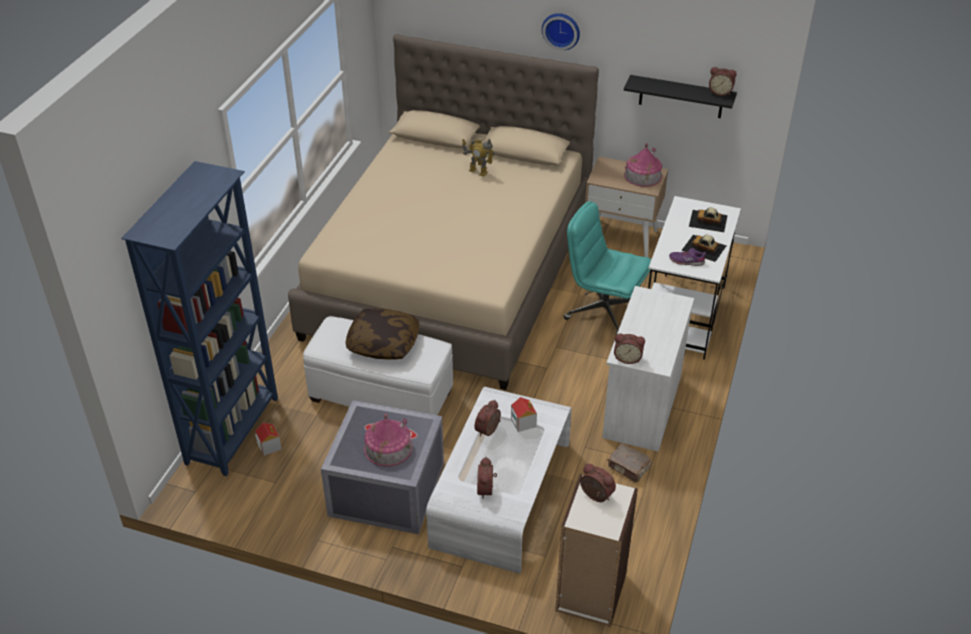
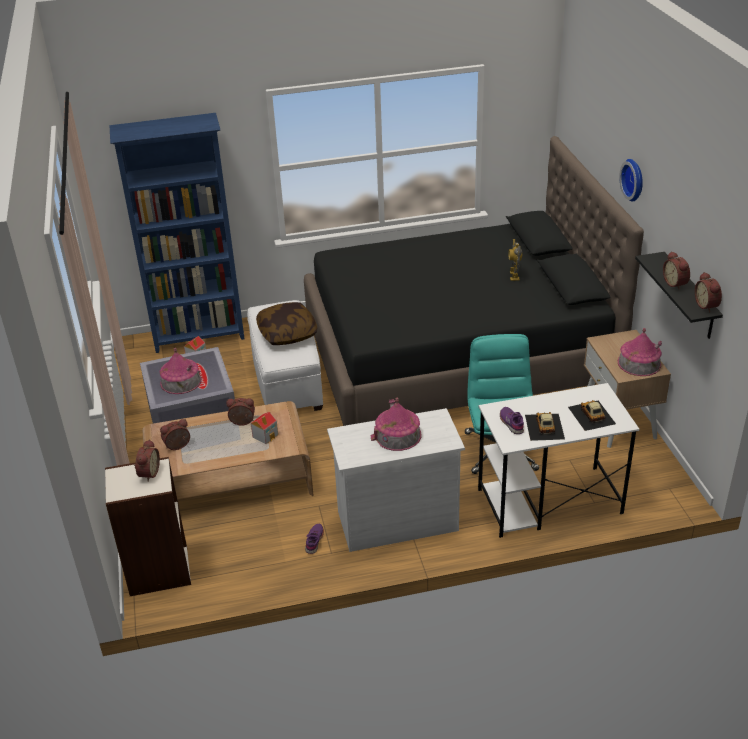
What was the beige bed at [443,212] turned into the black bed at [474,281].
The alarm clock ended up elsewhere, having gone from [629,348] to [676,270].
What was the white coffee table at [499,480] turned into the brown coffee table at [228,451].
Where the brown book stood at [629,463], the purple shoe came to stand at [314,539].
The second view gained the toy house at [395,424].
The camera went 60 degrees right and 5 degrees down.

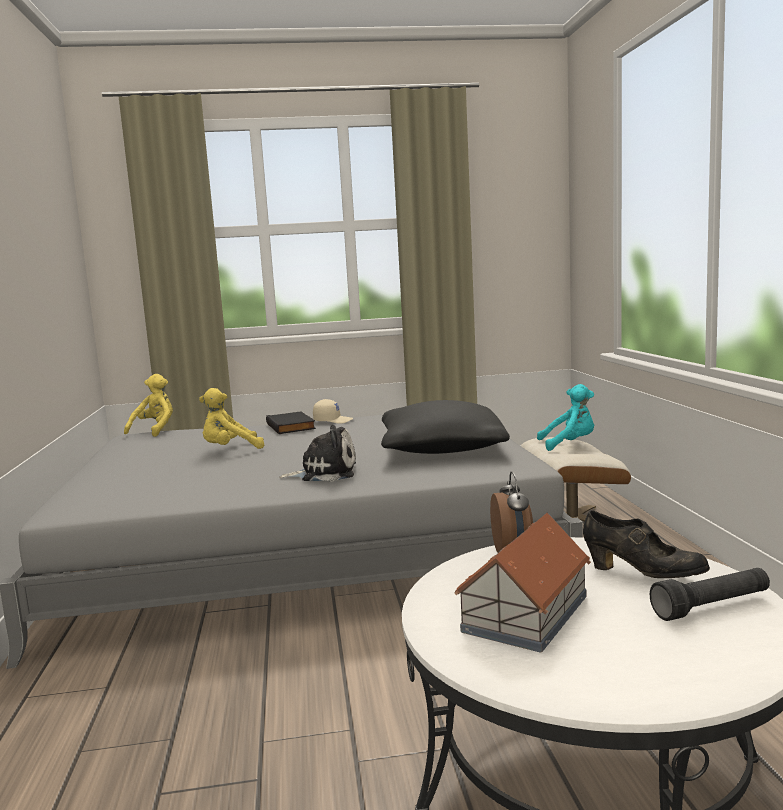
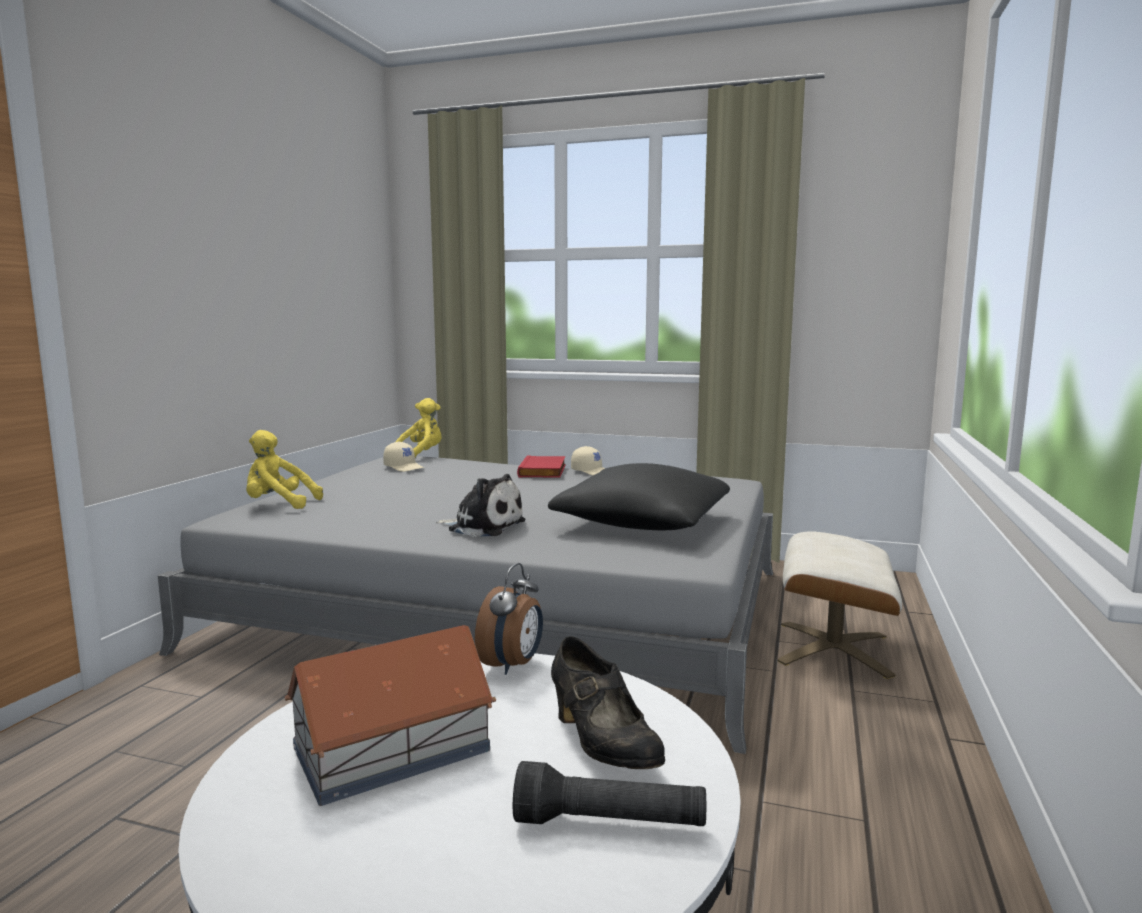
The second view lost the turquoise plush toy at [565,417].
The yellow plush toy ended up elsewhere, having gone from [231,418] to [284,469].
What was the black book at [291,422] turned into the red book at [541,466].
The second view gained the beige cap at [403,456].
The camera went 25 degrees right and 0 degrees up.

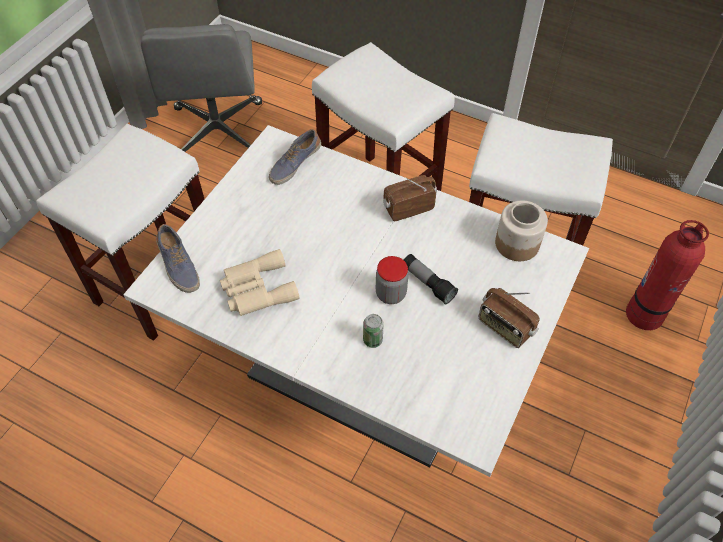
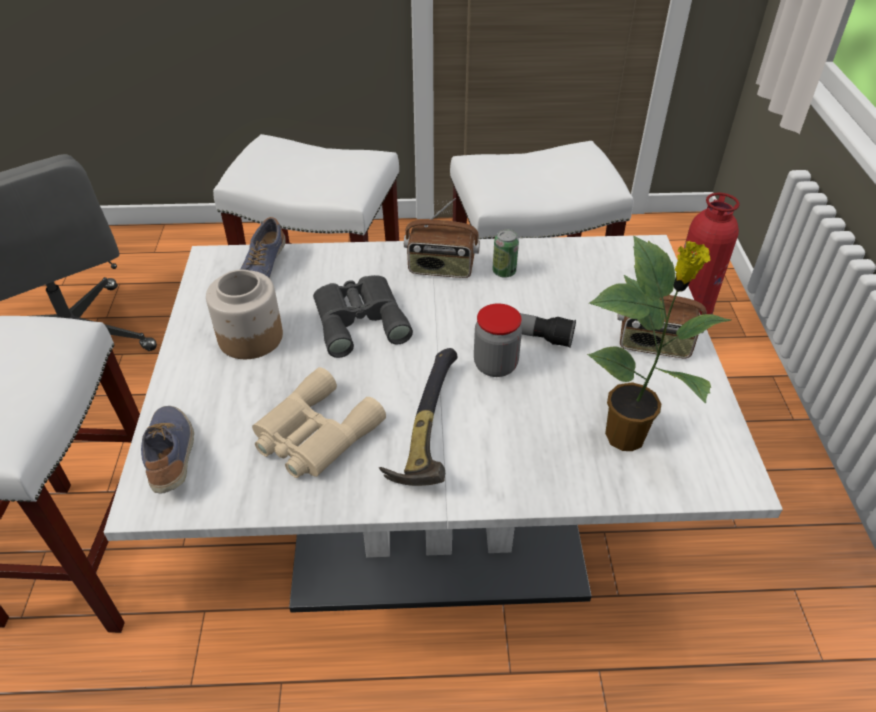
The radio at [410,198] ended up facing another way, 120 degrees counterclockwise from before.
The jar ended up elsewhere, having gone from [521,230] to [244,314].
The shoe at [178,258] ended up facing another way, 135 degrees counterclockwise from before.
The can ended up elsewhere, having gone from [373,331] to [505,253].
The second view gained the potted plant at [659,343].
The second view gained the grey binoculars at [363,316].
The second view gained the hammer at [418,417].
The camera went 30 degrees left and 10 degrees down.

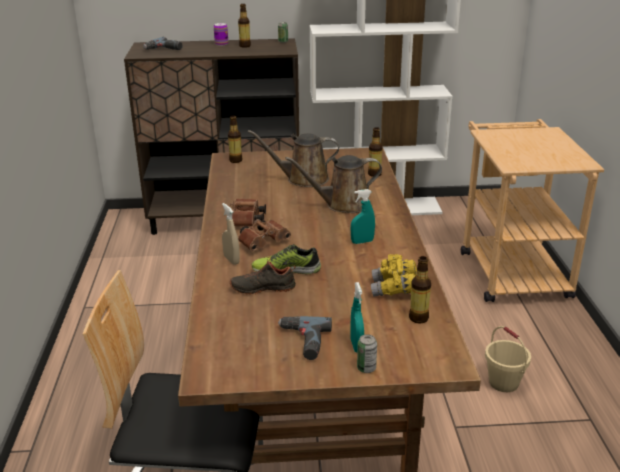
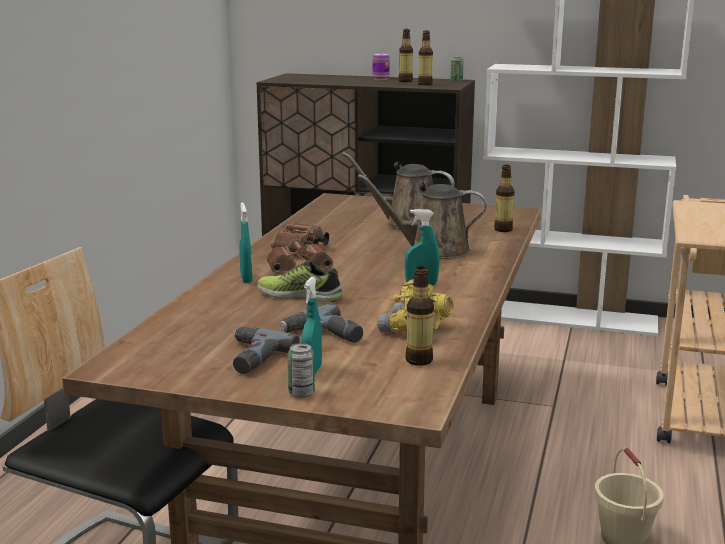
The power drill ended up elsewhere, having gone from [163,43] to [321,323].
The bottle ended up elsewhere, having gone from [235,139] to [425,58].
What was the beige spray bottle at [231,234] turned into the turquoise spray bottle at [246,243].
The second view lost the black shoe at [263,275].
The camera went 20 degrees right and 10 degrees down.

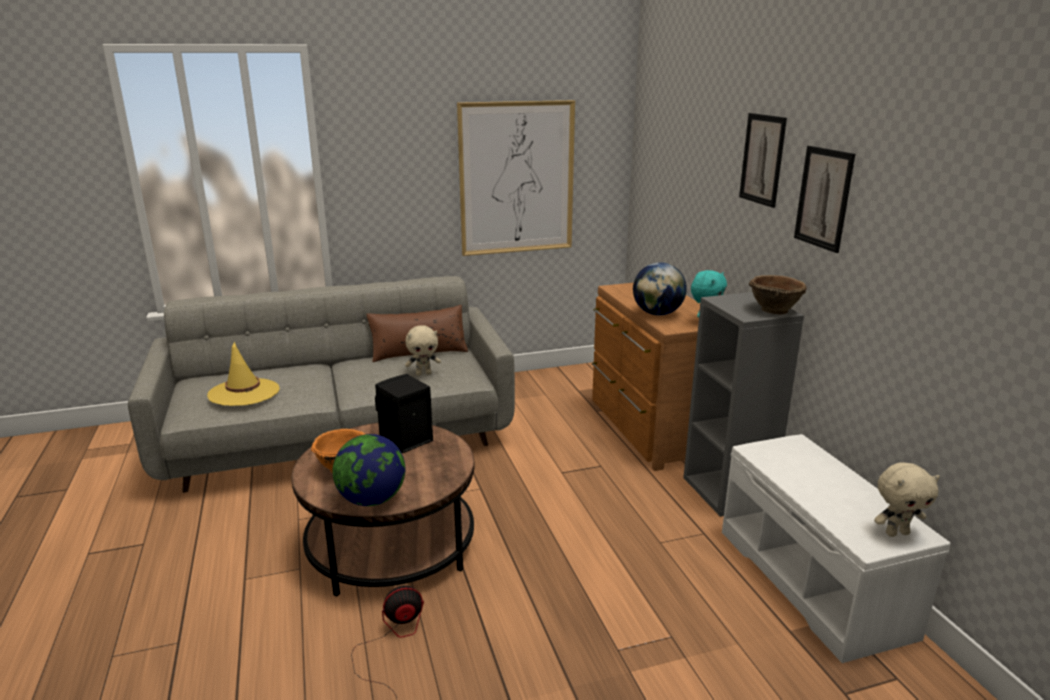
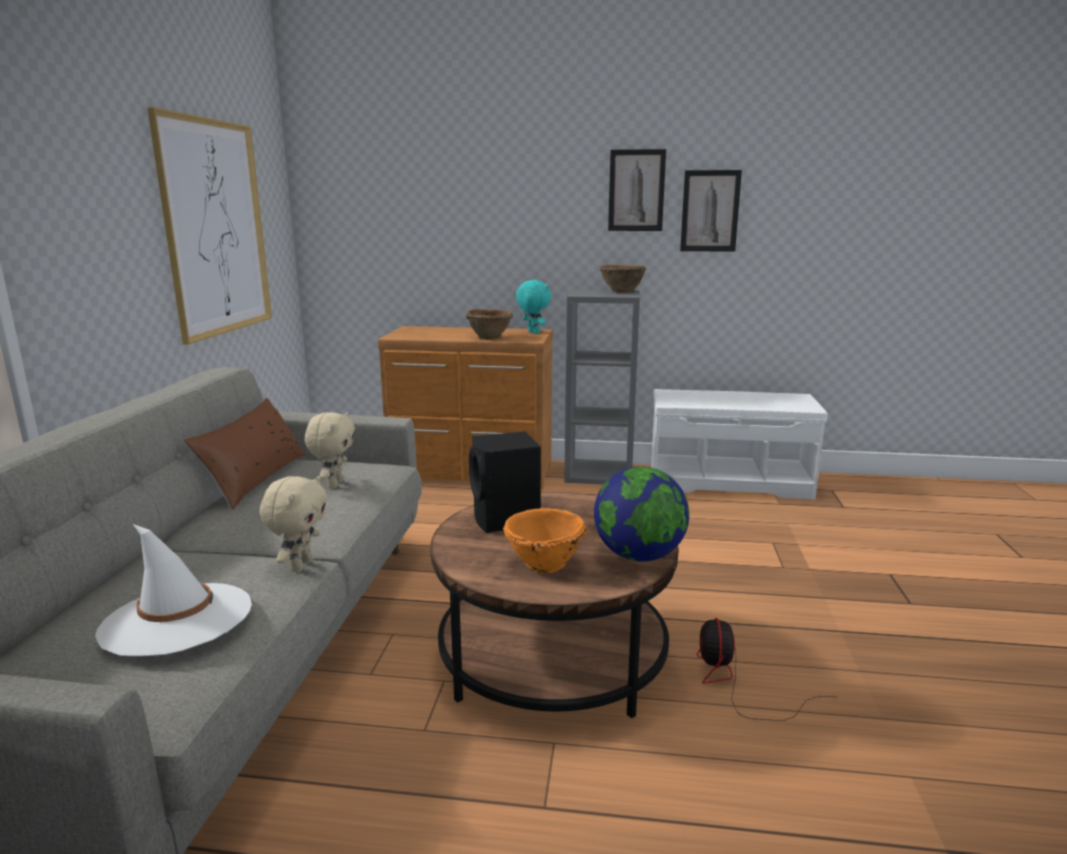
The picture ended up elsewhere, having gone from [763,160] to [711,211].
Where the globe stood at [660,288], the brown bowl came to stand at [489,324].
What was the yellow hat at [243,373] turned into the white hat at [173,590].
The beige plush toy ended up elsewhere, having gone from [907,499] to [293,524].
The camera went 65 degrees left and 5 degrees down.

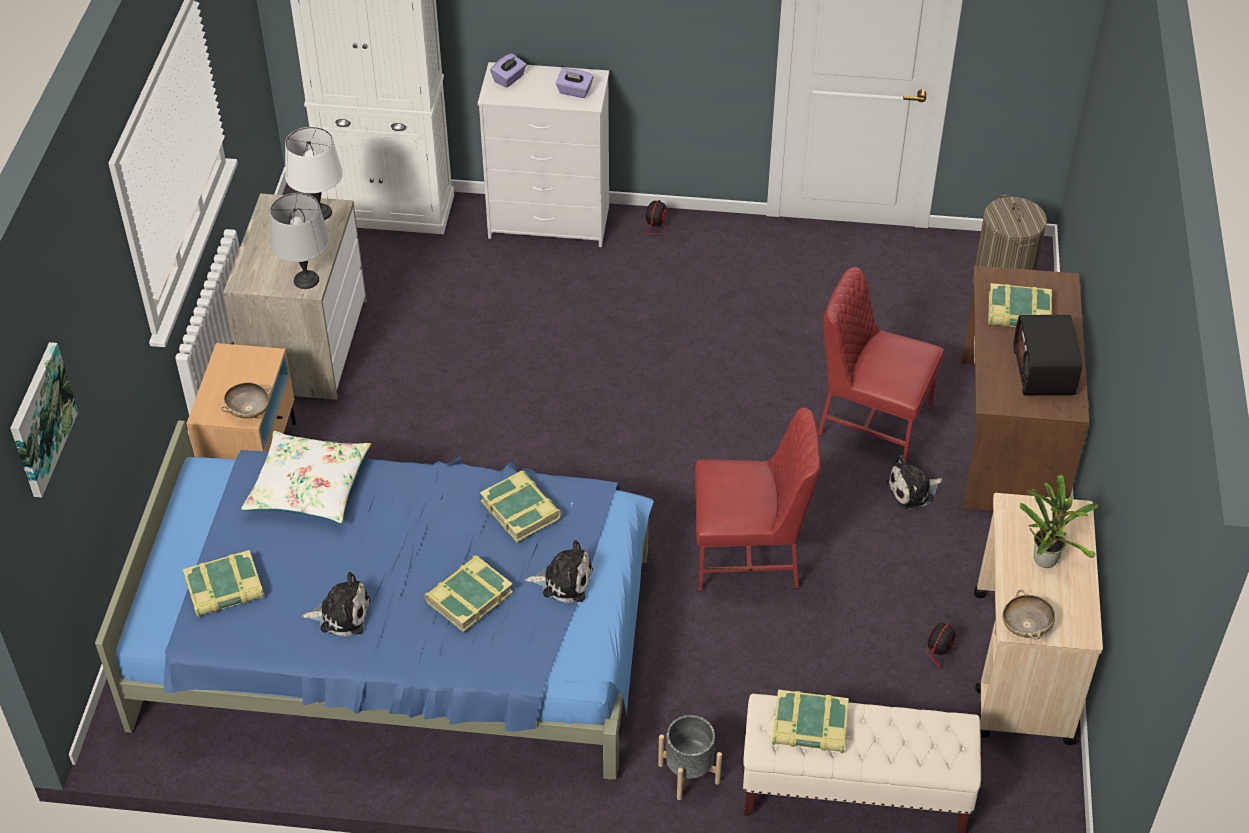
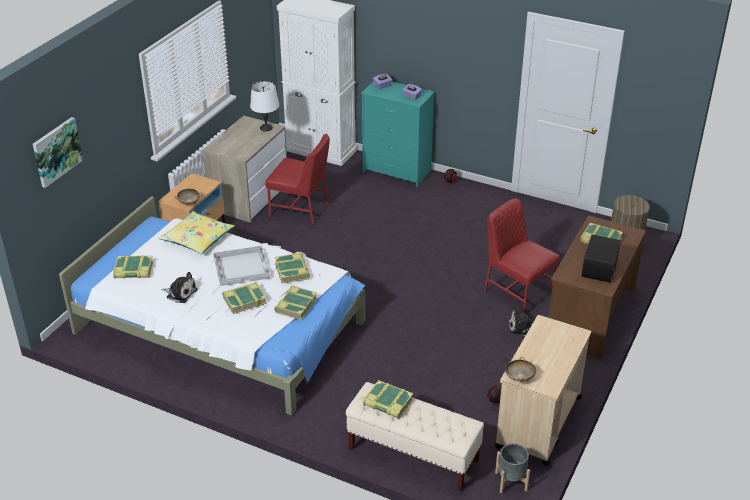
What was the white dresser at [543,154] turned into the turquoise dresser at [398,134].
The second view lost the grey table lamp at [300,241].
The red chair ended up elsewhere, having gone from [758,499] to [297,179].
What was the blue bed at [374,600] turned into the white bed at [212,305].
What was the white pillow at [306,477] turned into the yellow pillow at [197,232].
The second view lost the potted plant at [1058,521].
Where the plush toy stood at [559,571], the book came to stand at [295,303].
The grey planter ended up elsewhere, having gone from [690,757] to [512,468].
The second view gained the white tray at [241,266].
The camera went 20 degrees right and 10 degrees down.

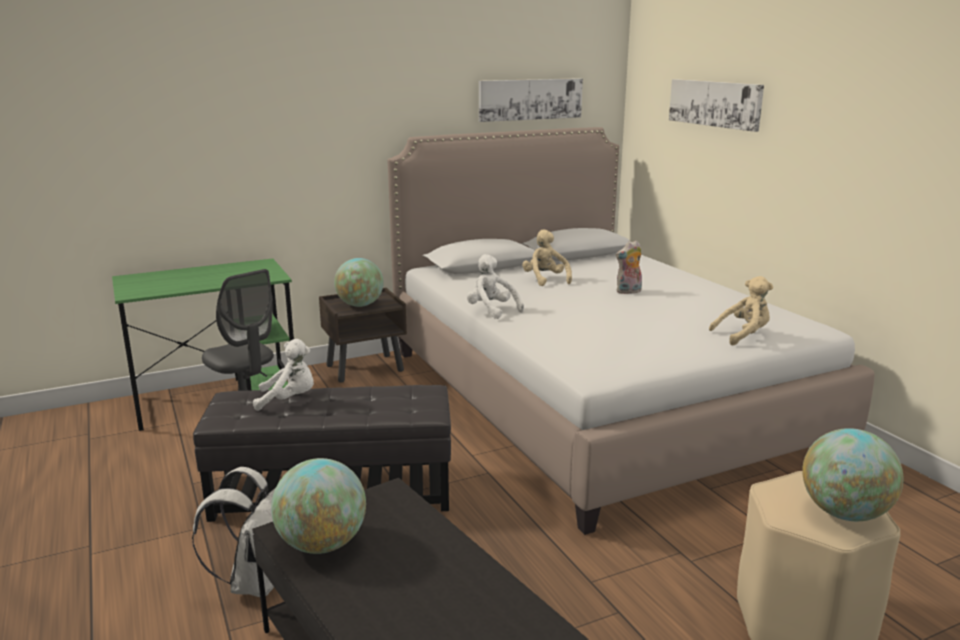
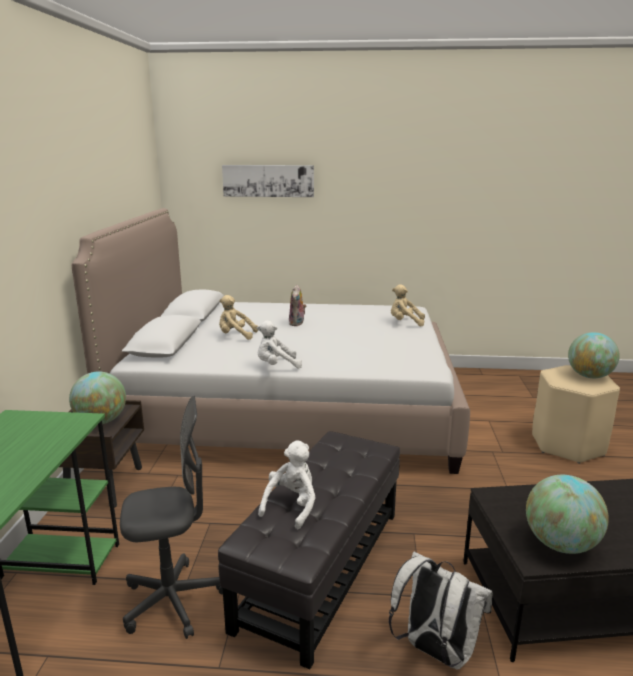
The second view lost the picture at [531,100].
The beige plush toy at [741,310] ended up facing another way, 90 degrees counterclockwise from before.
The camera went 60 degrees left and 0 degrees up.

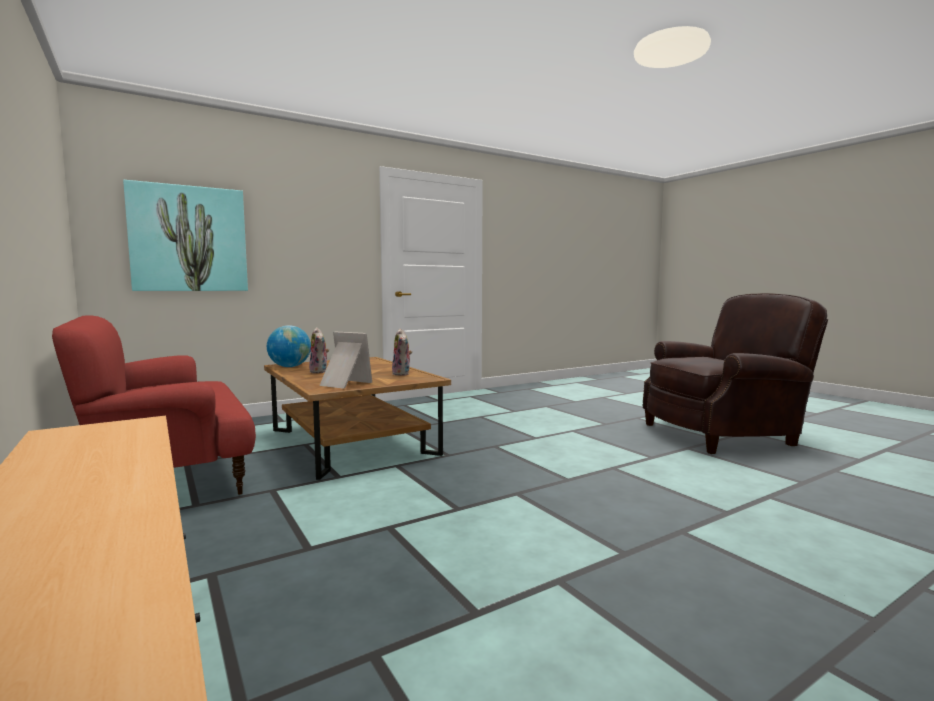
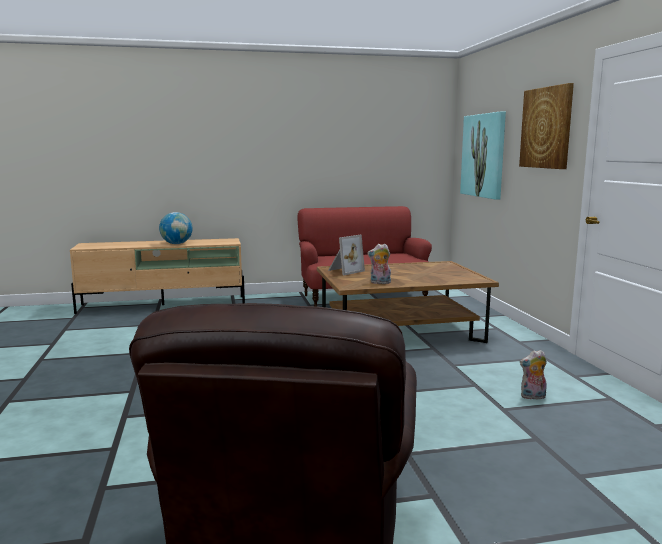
The globe ended up elsewhere, having gone from [289,346] to [175,228].
The plush toy ended up elsewhere, having gone from [319,350] to [533,375].
The second view gained the picture at [546,126].
The camera went 110 degrees right and 5 degrees up.

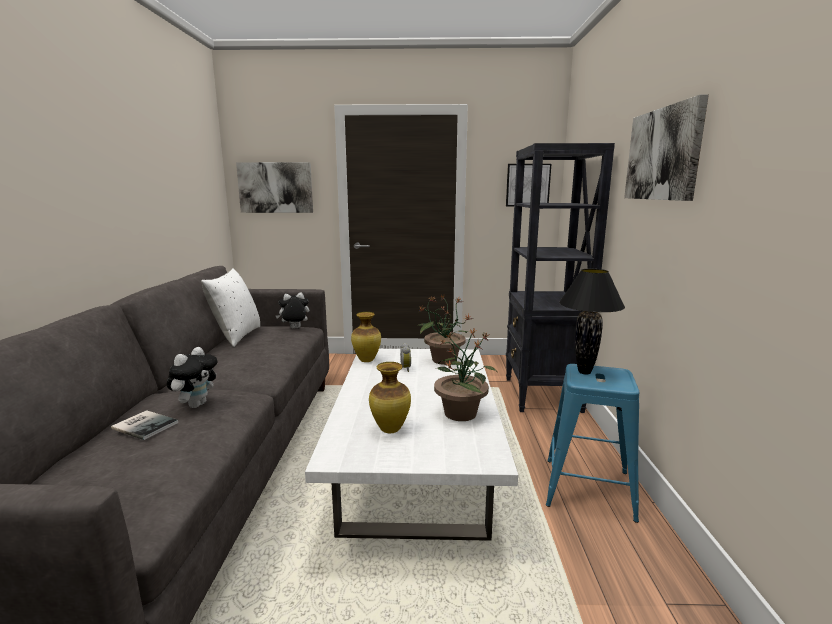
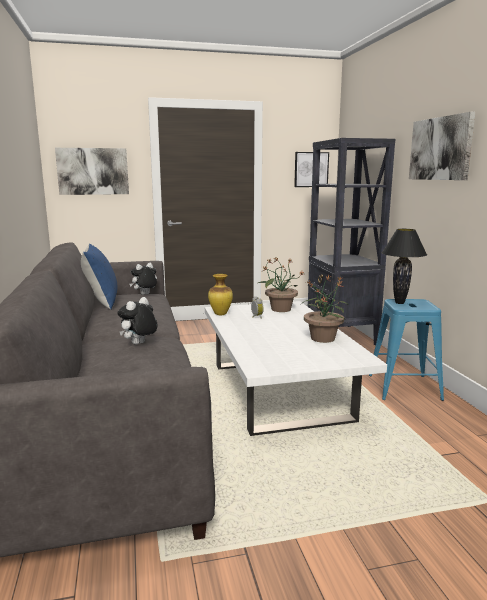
What was the white pillow at [230,307] turned into the blue pillow at [99,276].
The plush toy at [192,377] ended up facing another way, 150 degrees counterclockwise from before.
The second view lost the vase at [390,397].
The second view lost the book at [144,425].
The camera went 15 degrees left and 0 degrees up.

